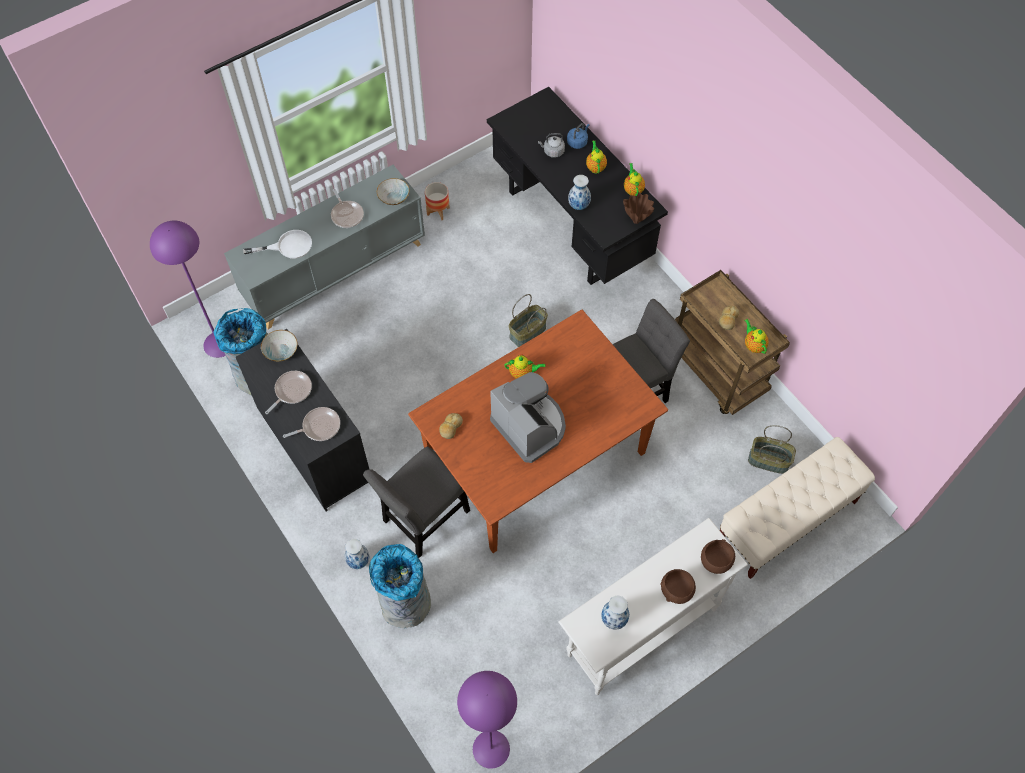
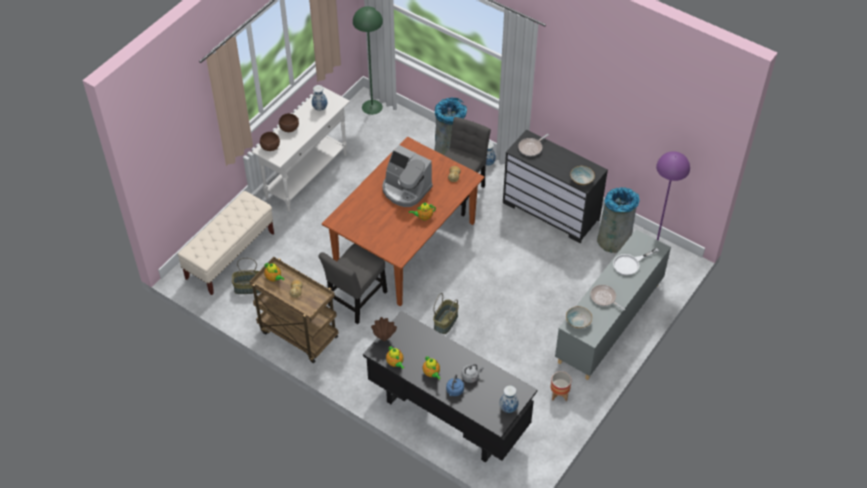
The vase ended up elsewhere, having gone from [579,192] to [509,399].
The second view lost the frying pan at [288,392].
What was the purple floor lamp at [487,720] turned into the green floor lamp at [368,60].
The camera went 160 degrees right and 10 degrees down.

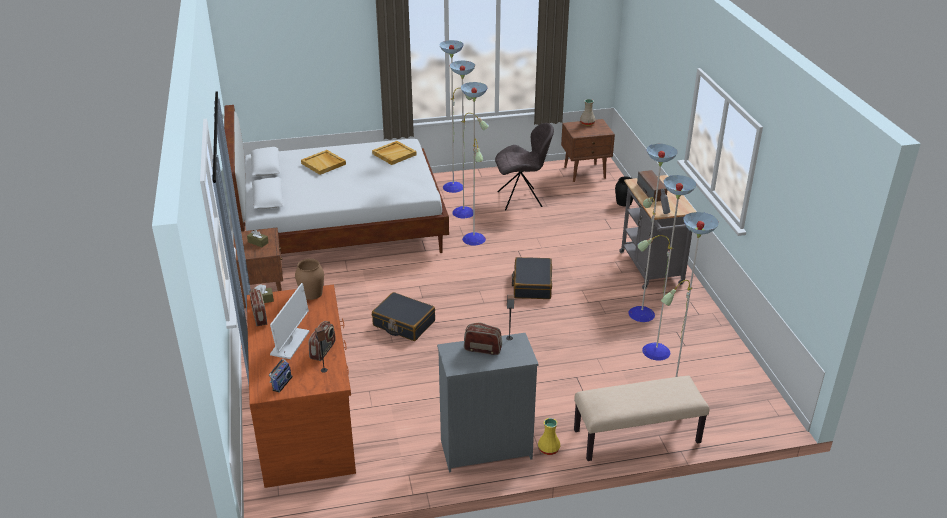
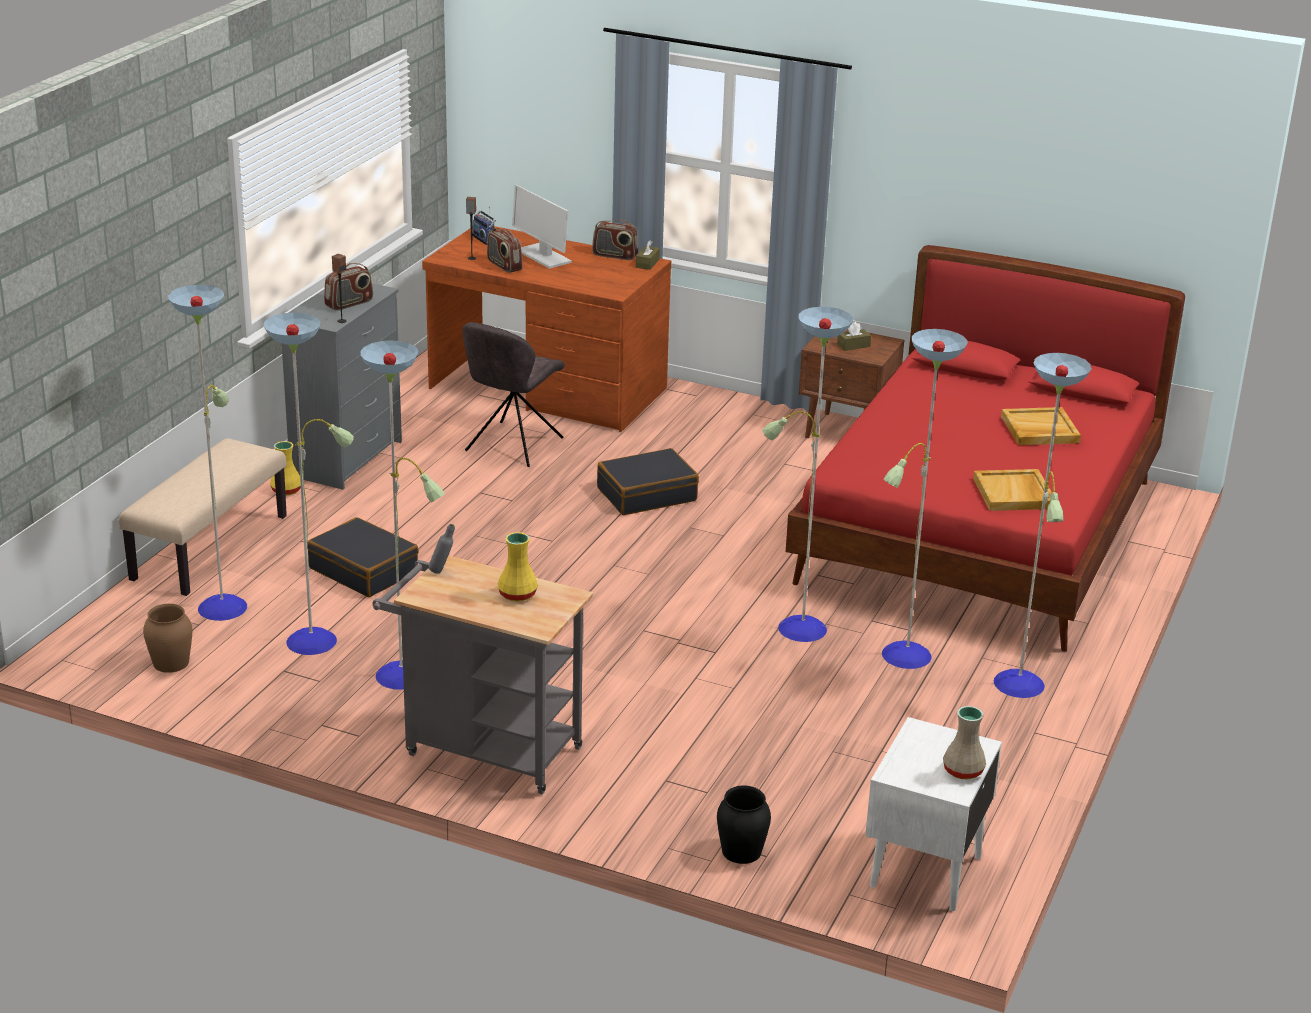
What was the white bed at [336,179] turned into the red bed at [985,448].
What was the brown nightstand at [588,150] turned into the white nightstand at [933,814].
The grey chair ended up elsewhere, having gone from [524,167] to [514,394].
Where the speaker stood at [652,186], the yellow vase came to stand at [517,566].
The black suitcase ended up elsewhere, having gone from [532,278] to [363,557].
The brown vase ended up elsewhere, having gone from [309,279] to [167,638].
The camera went 125 degrees right and 5 degrees down.

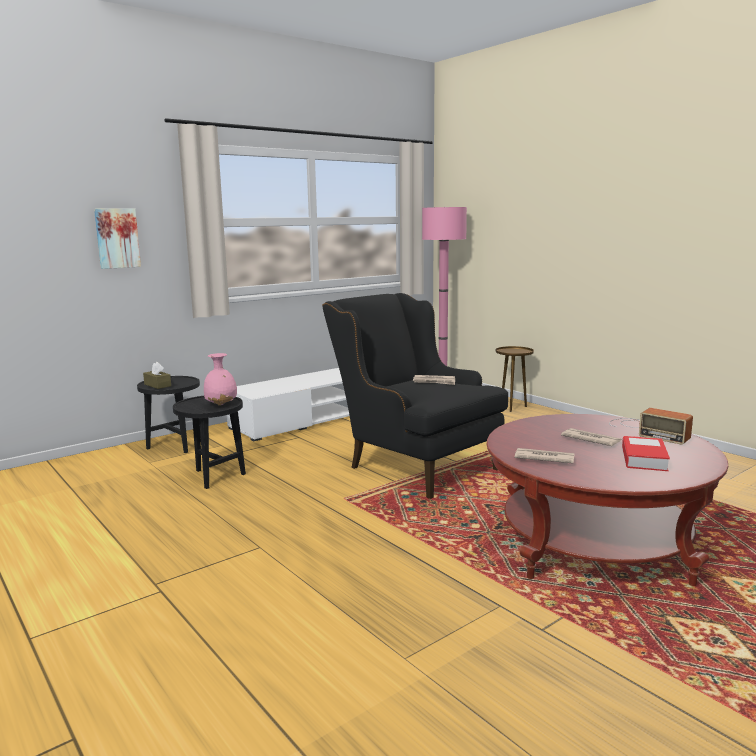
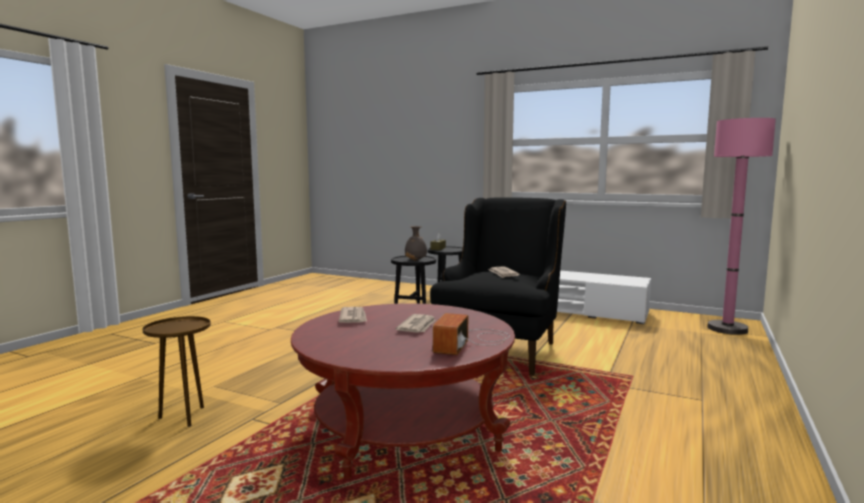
The second view lost the picture at [117,239].
The brown side table ended up elsewhere, having gone from [514,379] to [177,371].
What was the pink vase at [220,379] turned into the grey vase at [416,243].
The second view lost the book at [646,453].
The camera went 65 degrees right and 5 degrees down.

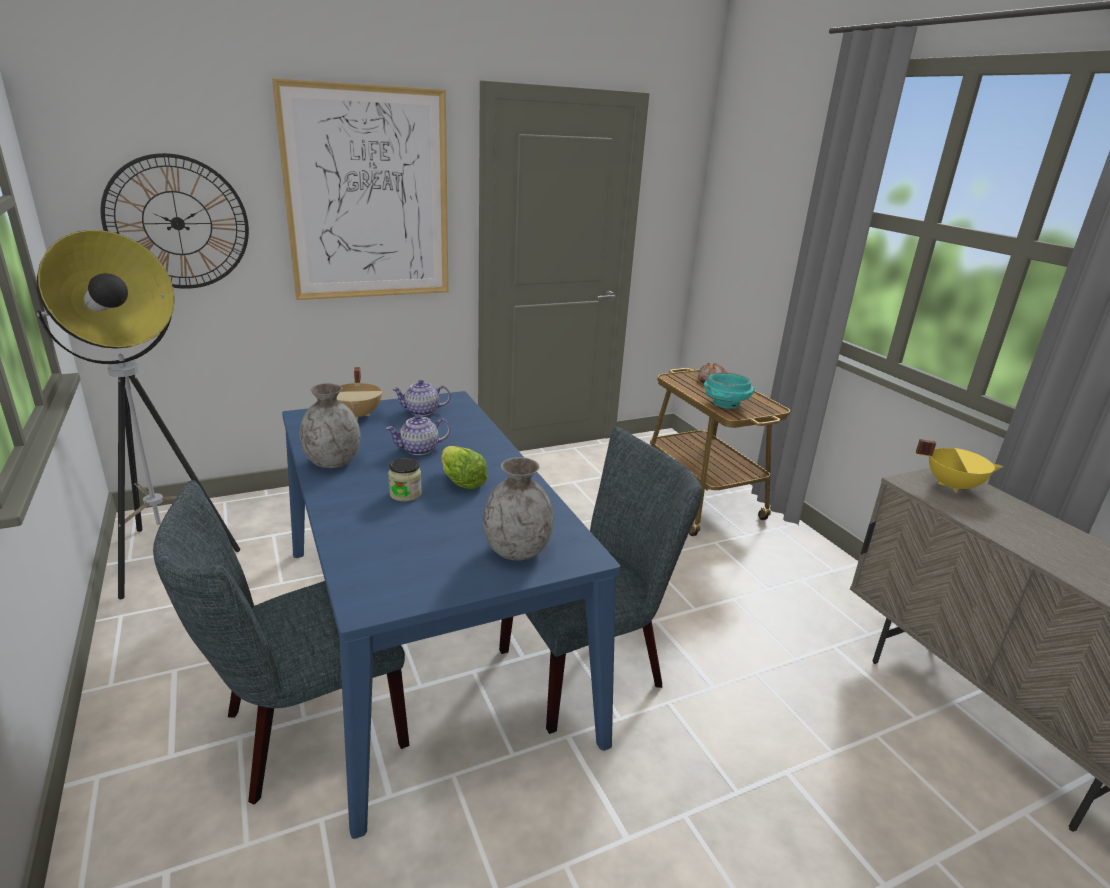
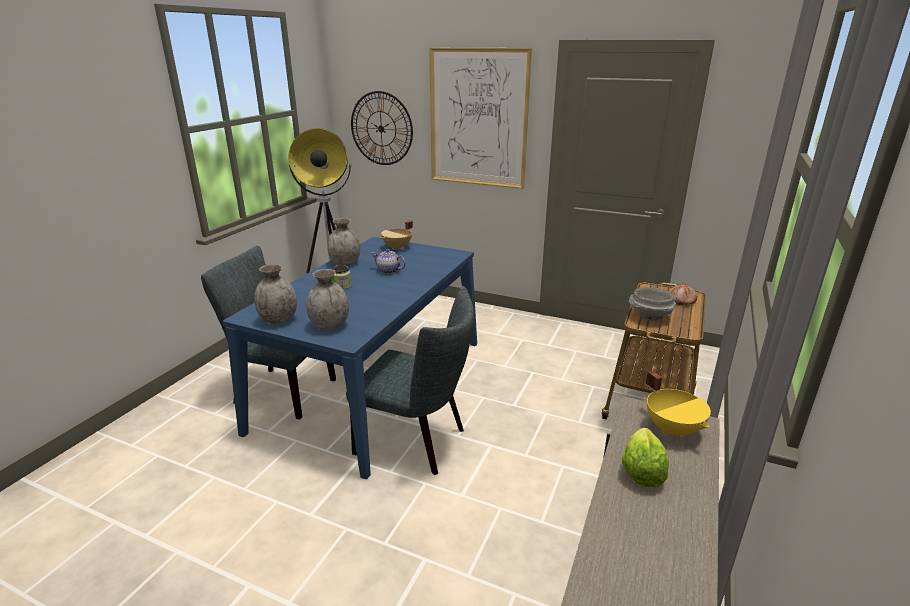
What was the turquoise bowl at [729,391] turned into the grey bowl at [652,304].
The second view lost the teapot at [421,398].
The lettuce ended up elsewhere, having gone from [464,467] to [645,457].
The second view gained the grey vase at [275,294].
The camera went 50 degrees right and 0 degrees up.

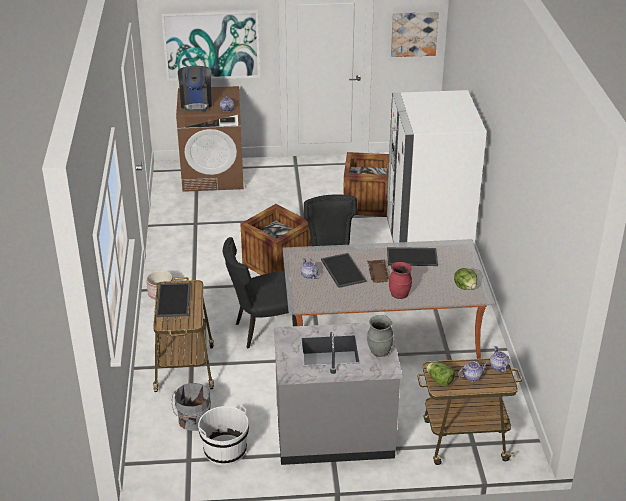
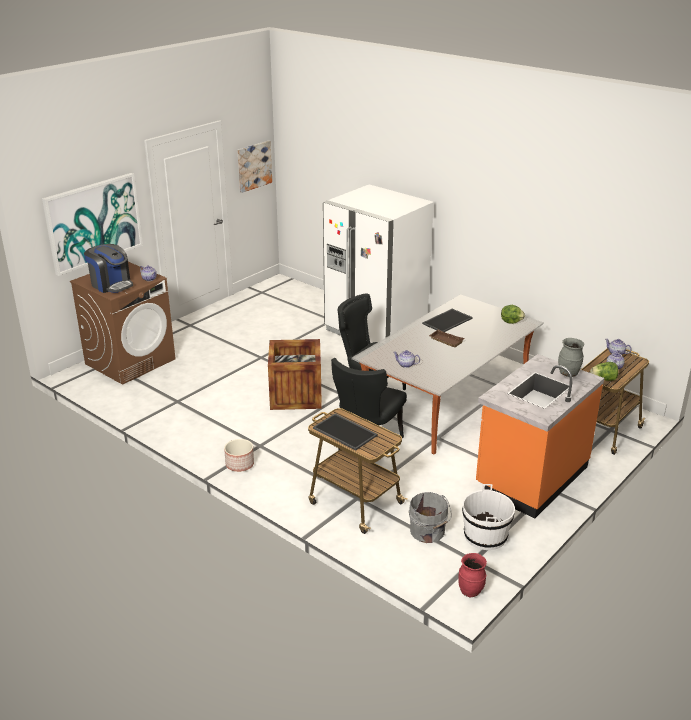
The second view lost the crate at [366,184].
The second view lost the tray at [343,270].
The red vase ended up elsewhere, having gone from [400,280] to [472,575].
What was the grey counter at [338,394] turned into the orange counter at [540,436].
The camera went 45 degrees left and 5 degrees down.

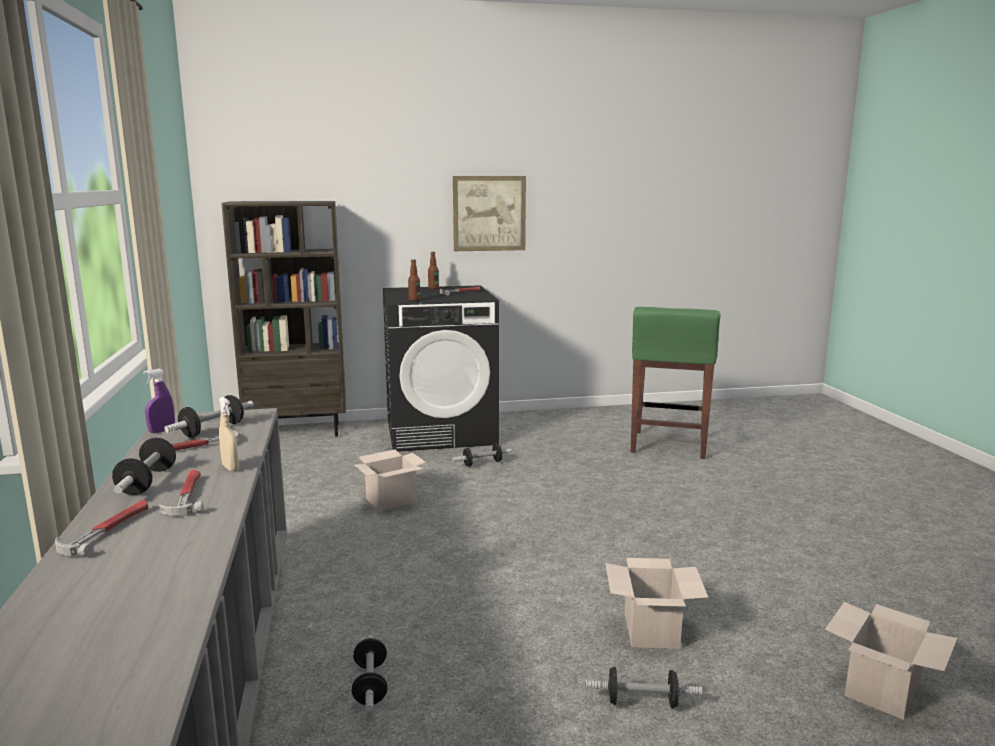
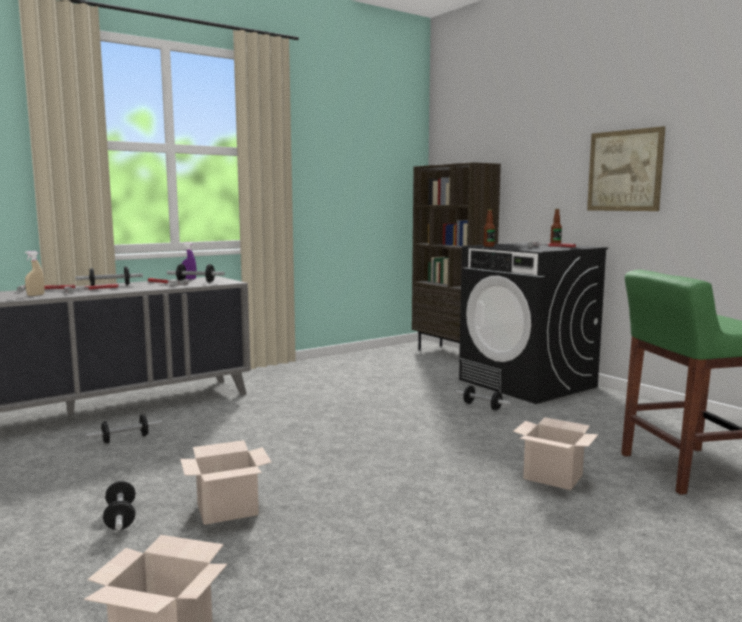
The beige spray bottle ended up elsewhere, having gone from [229,434] to [35,273].
The cardboard box ended up elsewhere, having gone from [390,480] to [556,453].
The camera went 65 degrees right and 5 degrees down.

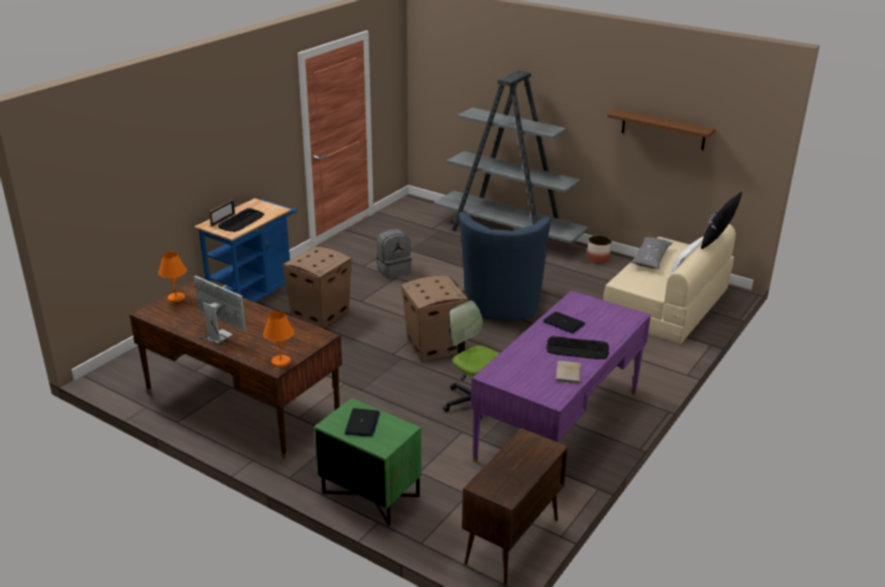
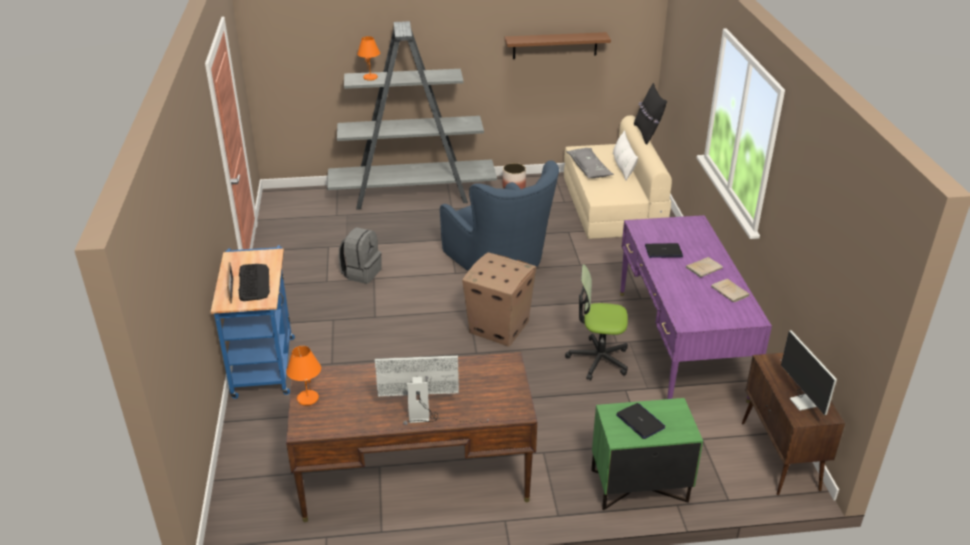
The second view lost the cardboard box at [317,287].
The orange table lamp ended up elsewhere, having gone from [278,339] to [368,58].
Where the keyboard stood at [577,347], the beige book came to stand at [704,267].
The second view gained the monitor at [809,372].
The camera went 40 degrees left and 5 degrees up.

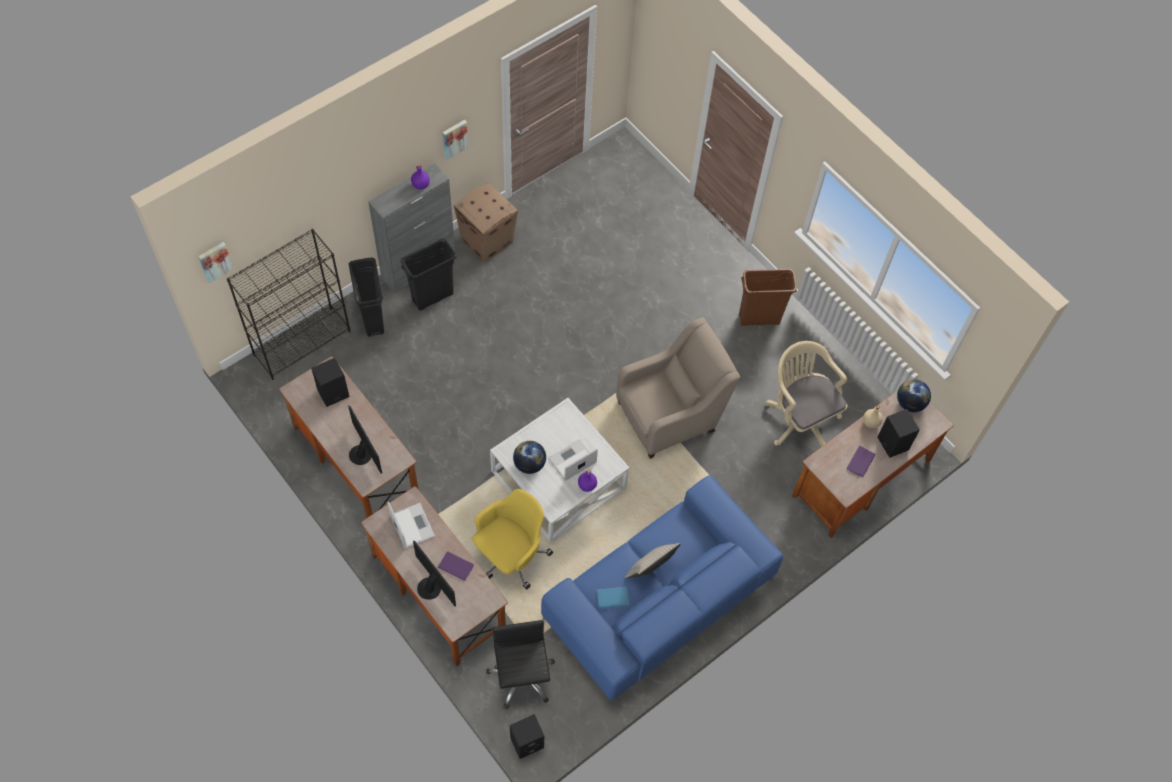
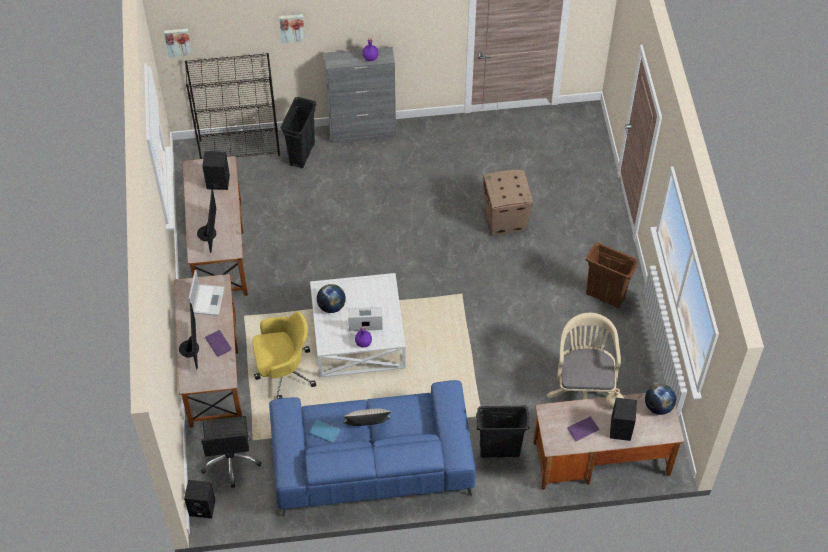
The picture ended up elsewhere, having gone from [455,140] to [292,28].
The cardboard box ended up elsewhere, having gone from [486,222] to [508,202].
The black trash can ended up elsewhere, having gone from [429,275] to [503,432].
The second view lost the beige armchair at [678,388].
The black office chair at [520,664] ended up facing another way, 150 degrees clockwise from before.
The camera went 35 degrees right and 5 degrees down.

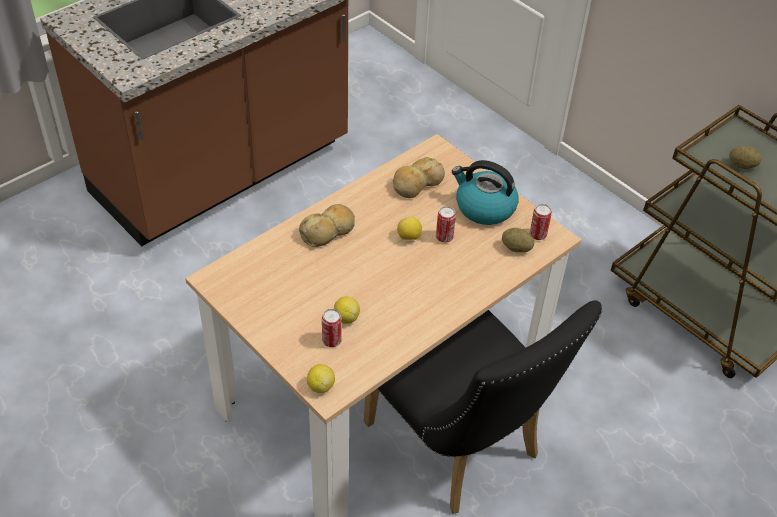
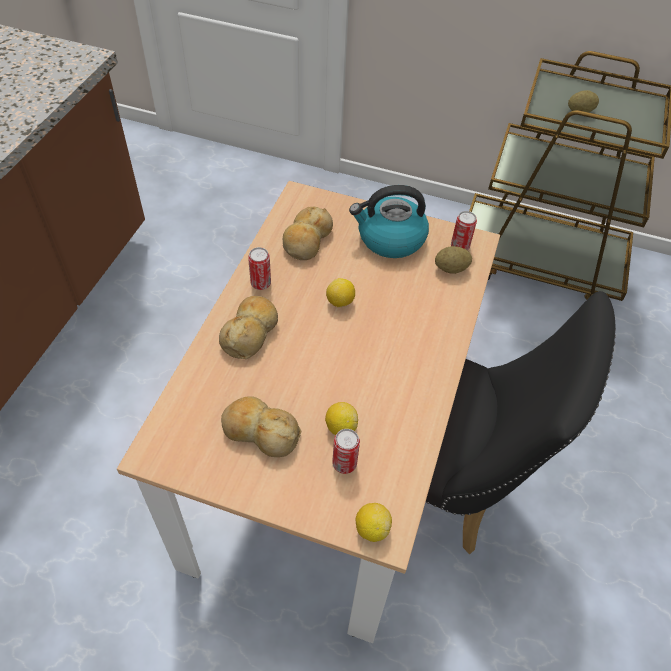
The can ended up elsewhere, having gone from [446,224] to [259,268].
The second view gained the bread at [261,426].
The camera went 30 degrees left and 5 degrees up.

